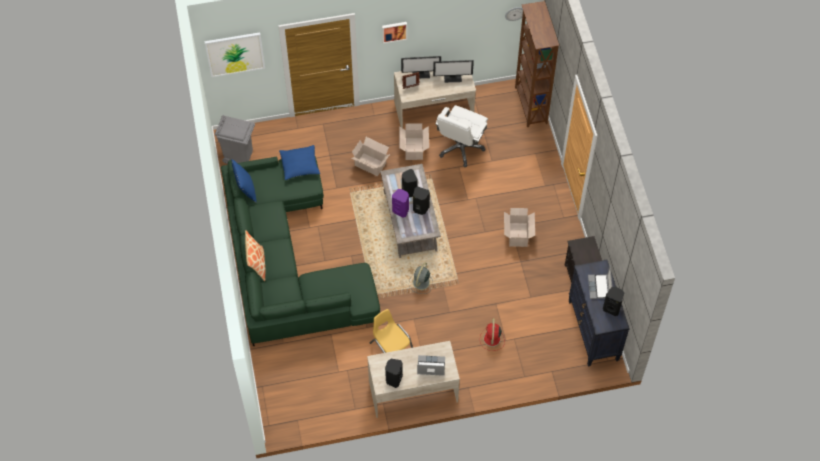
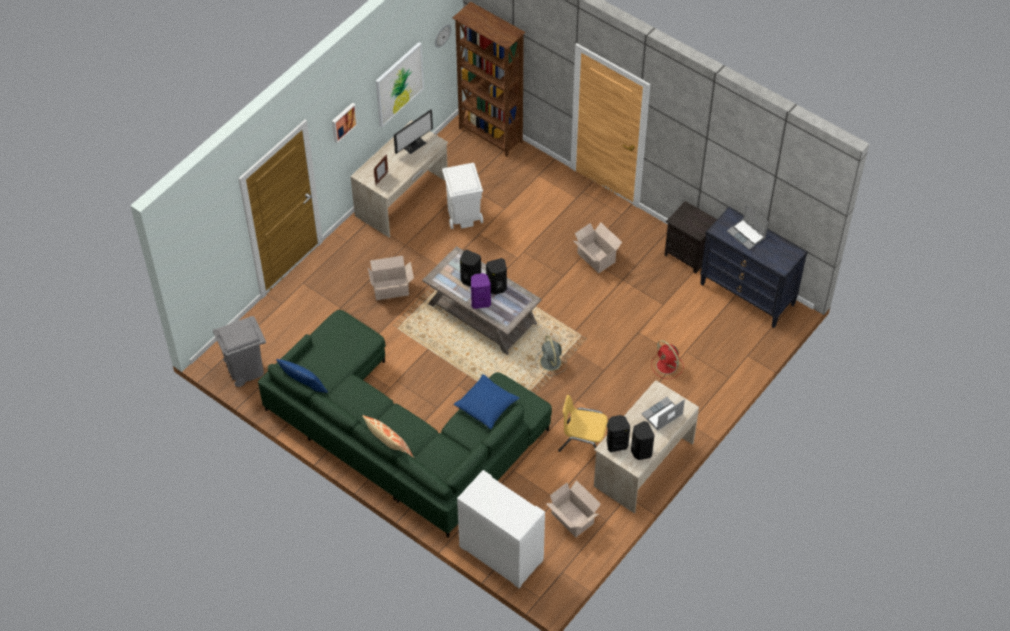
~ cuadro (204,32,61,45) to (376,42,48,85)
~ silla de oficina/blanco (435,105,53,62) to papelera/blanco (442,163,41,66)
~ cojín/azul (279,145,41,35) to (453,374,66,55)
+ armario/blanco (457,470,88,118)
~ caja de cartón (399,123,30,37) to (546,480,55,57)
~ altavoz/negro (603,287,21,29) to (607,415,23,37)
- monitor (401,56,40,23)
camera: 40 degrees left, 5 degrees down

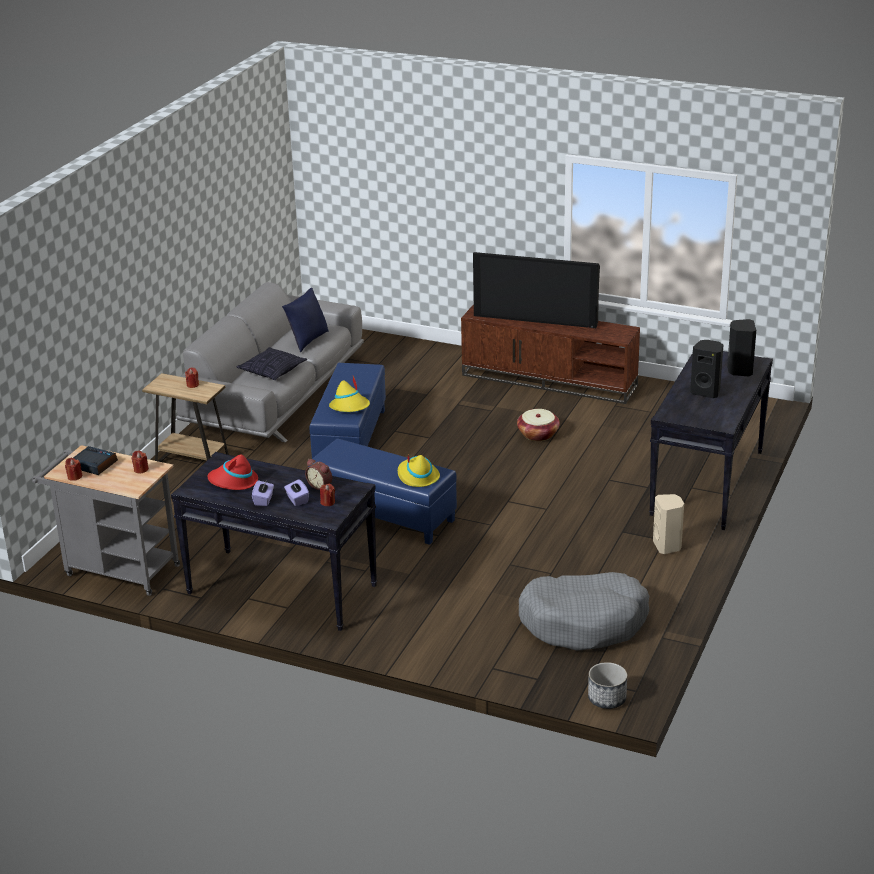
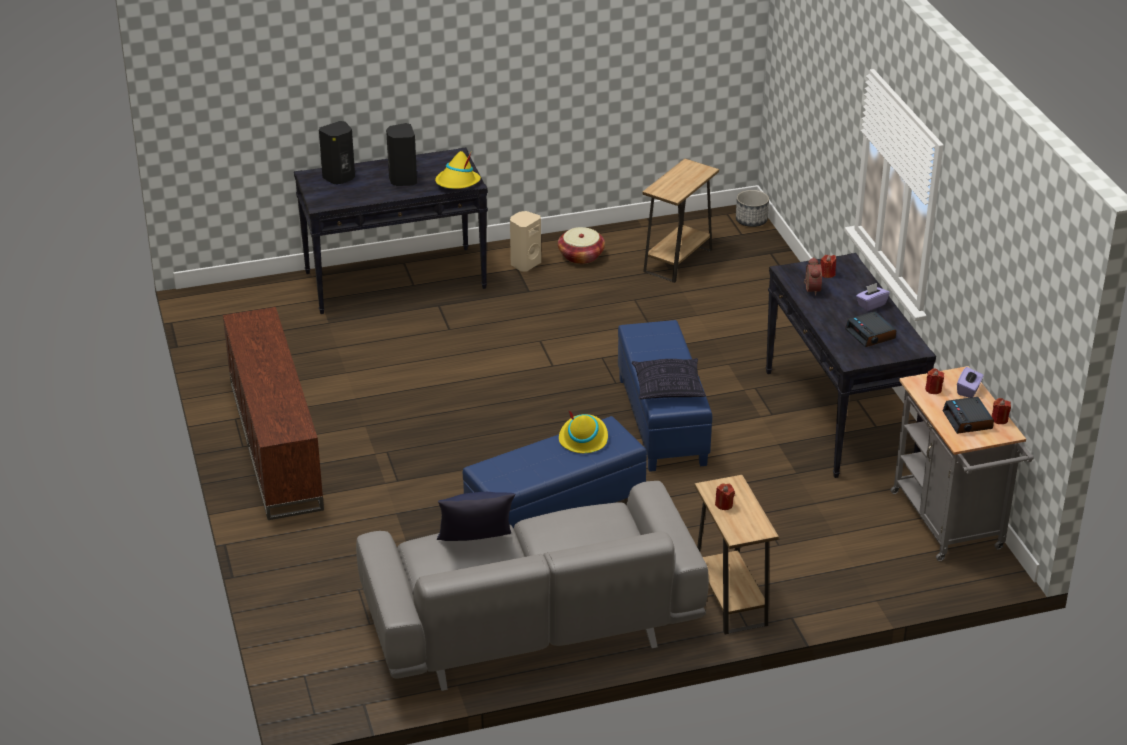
~ sombrero/amarillo (398,455,42,32) to (435,151,46,38)
~ cesta (517,409,43,32) to (558,227,47,37)
~ cojín (236,347,71,33) to (632,358,74,41)
~ cama para perro/gris (519,572,130,79) to mesa auxiliar/marrón (642,158,77,125)
~ sombrero/rojo (207,455,51,35) to despertador (845,311,52,36)
~ caja de pañuelos/morado (284,479,25,27) to (957,367,27,31)
- televisor (473,252,127,76)
camera: 130 degrees left, 5 degrees up

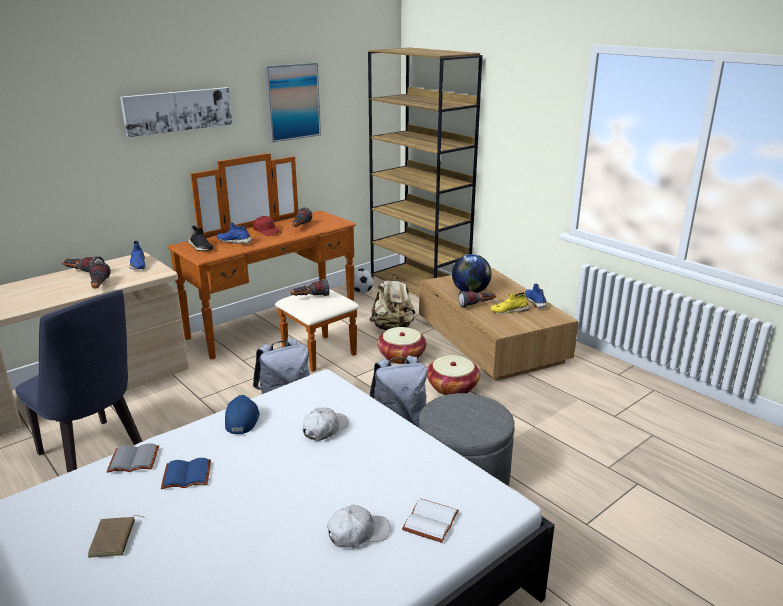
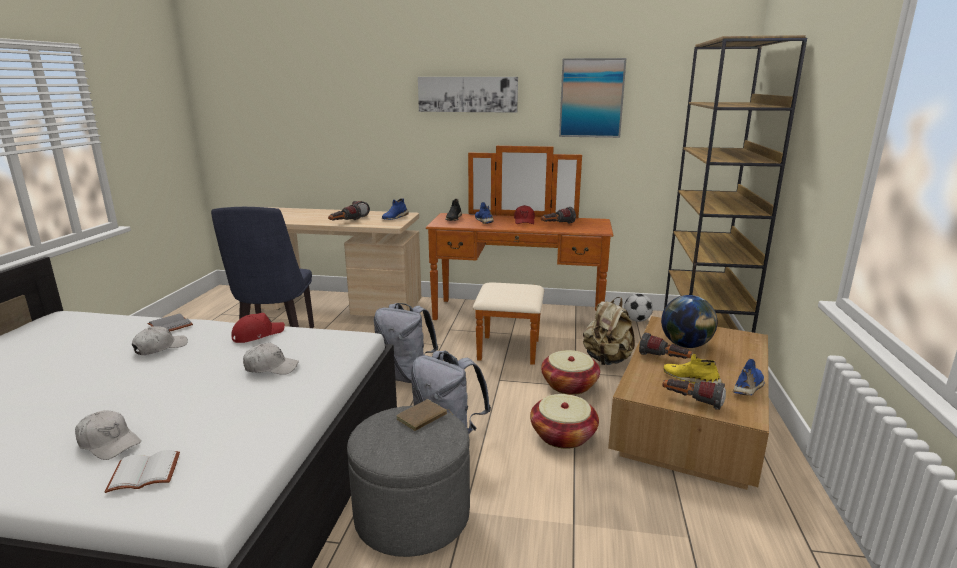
~ libro/azul (161,458,50,31) to gorra/blanco (132,326,56,29)
~ gorra/azul (225,395,35,39) to gorra/rojo (231,313,54,30)
~ libro/marrón (88,515,57,42) to (396,399,57,32)
~ linterna (290,279,39,17) to (663,379,63,31)
camera: 50 degrees right, 5 degrees down

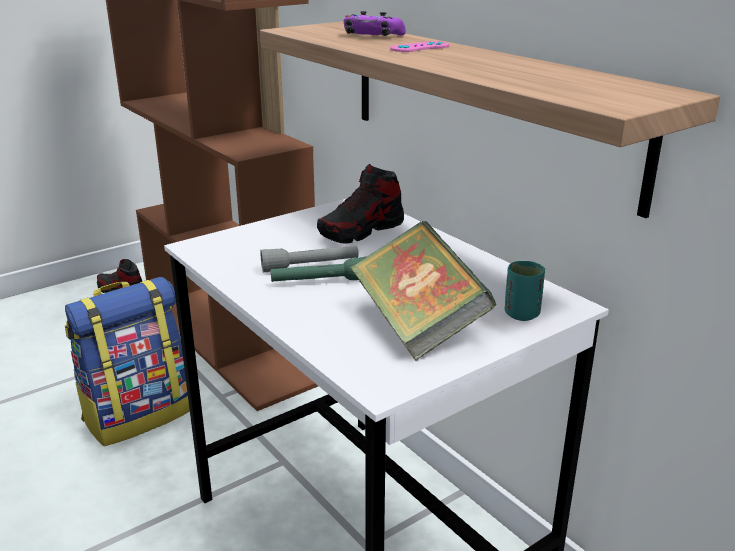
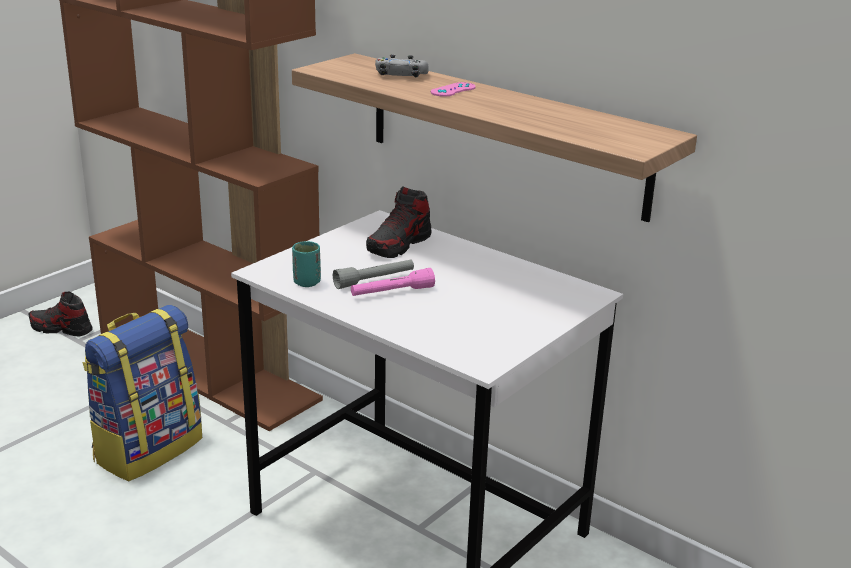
~ taza/turquesa (505,261,40,60) to (292,241,29,46)
~ linterna/verde (271,256,96,26) to linterna/rosa (351,268,84,28)
~ mando de consola/morado (344,11,62,25) to mando de consola/gris (375,54,54,23)
- libro (350,221,146,140)
camera: 15 degrees left, 0 degrees up

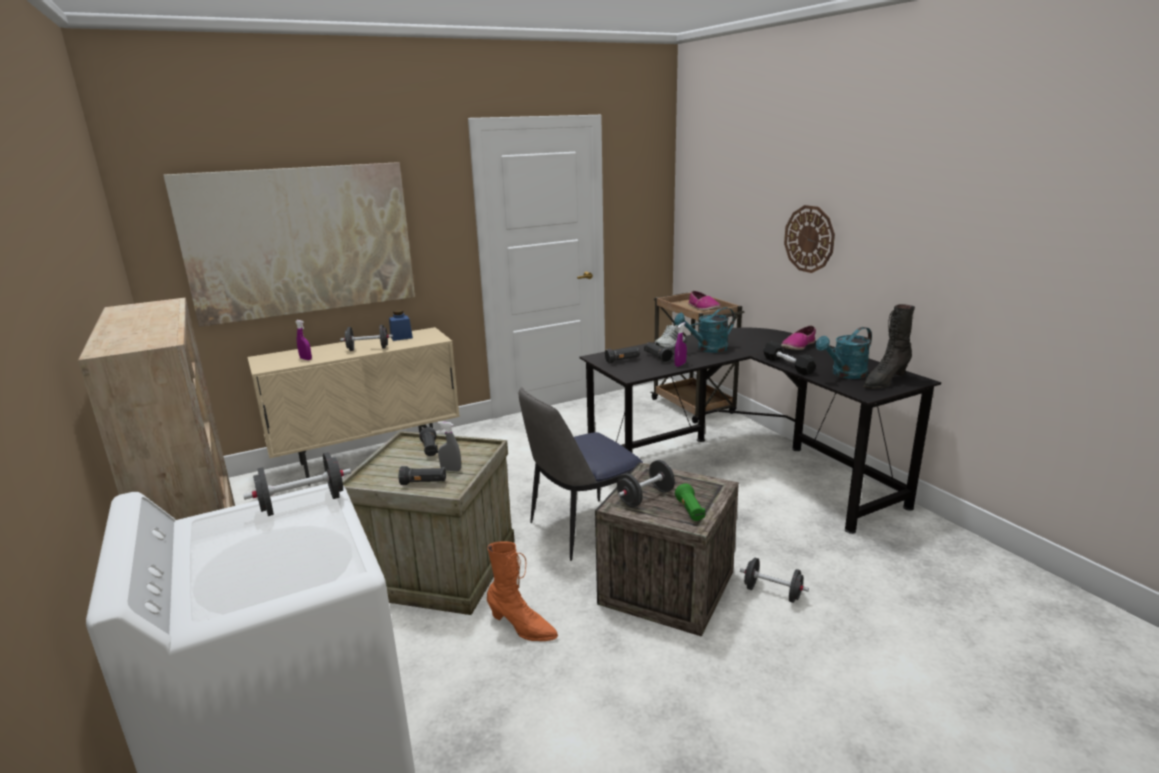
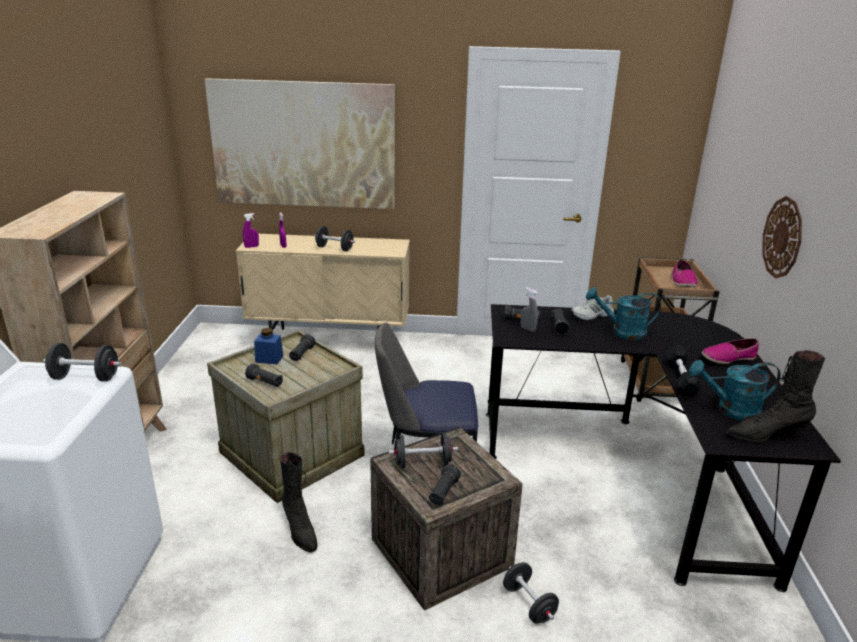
~ pulverizador/morado (675,322,12,45) to (243,213,16,35)
~ tarro/azul (389,310,24,31) to (254,328,29,36)
~ bota/naranja (487,541,71,100) to bota/negro (280,452,38,101)
~ linterna/verde (675,484,30,37) to linterna/negro (429,464,32,41)
~ pulverizador/gris (437,421,24,50) to (521,287,17,45)
camera: 30 degrees right, 5 degrees up

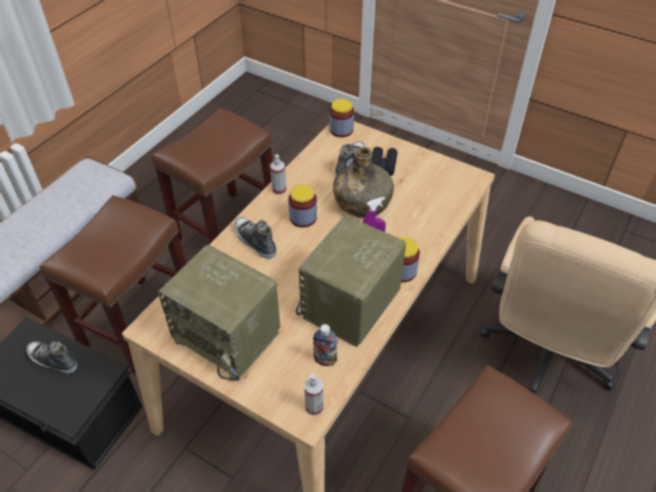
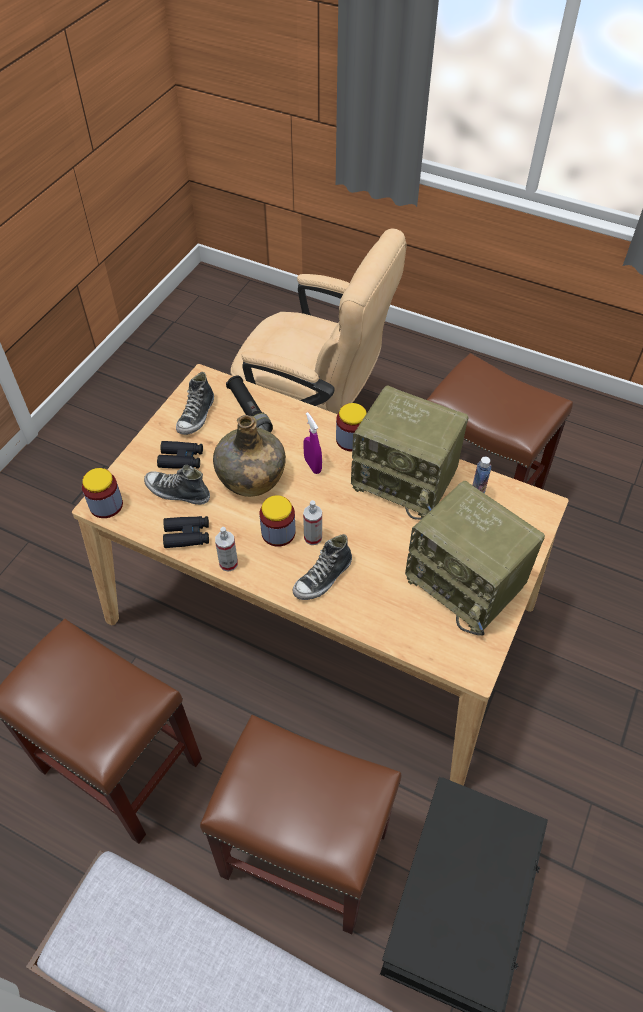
+ prismáticos/negro (163,516,46,32)
~ zapato (26,341,51,33) to (176,372,38,63)
+ linterna/negro (226,376,47,57)
~ pulverizador (304,374,19,42) to (303,500,19,45)
~ radio (158,245,122,136) = (405,481,140,155) 105 degrees clockwise
camera: 95 degrees left, 5 degrees up

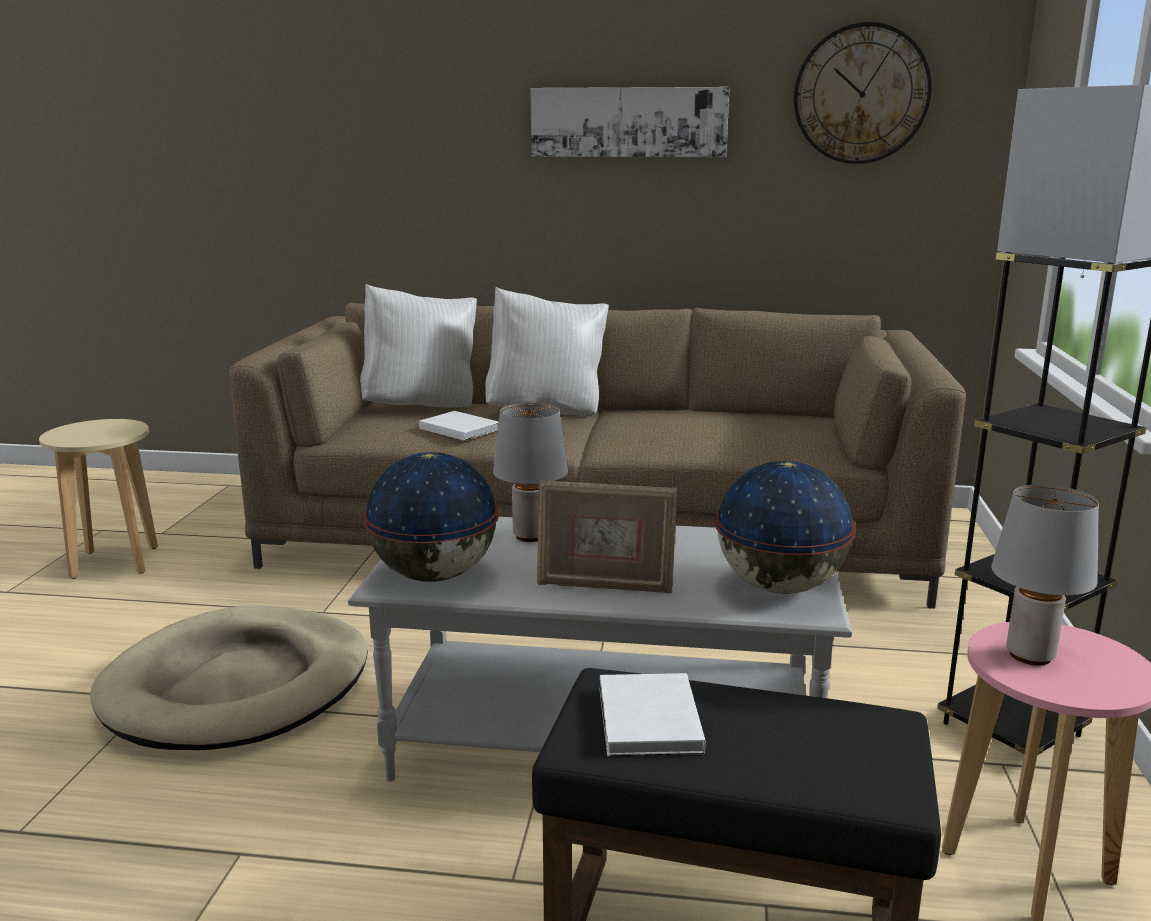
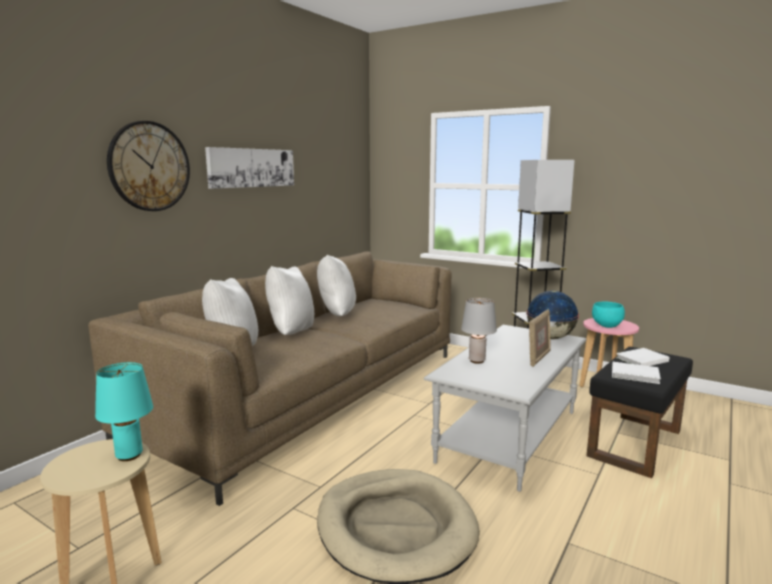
+ lámpara de mesa/turquesa (95,362,58,99)
~ reloj de pared (794,22,138,142) to (107,121,83,90)
+ cojín/blanco (317,255,39,61)
~ lámpara de mesa/gris (991,484,108,182) to cuenco/turquesa (592,302,33,26)
~ libro/blanco (419,411,80,30) to (616,348,54,18)
- globo terráqueo (363,452,136,130)
camera: 65 degrees left, 5 degrees down

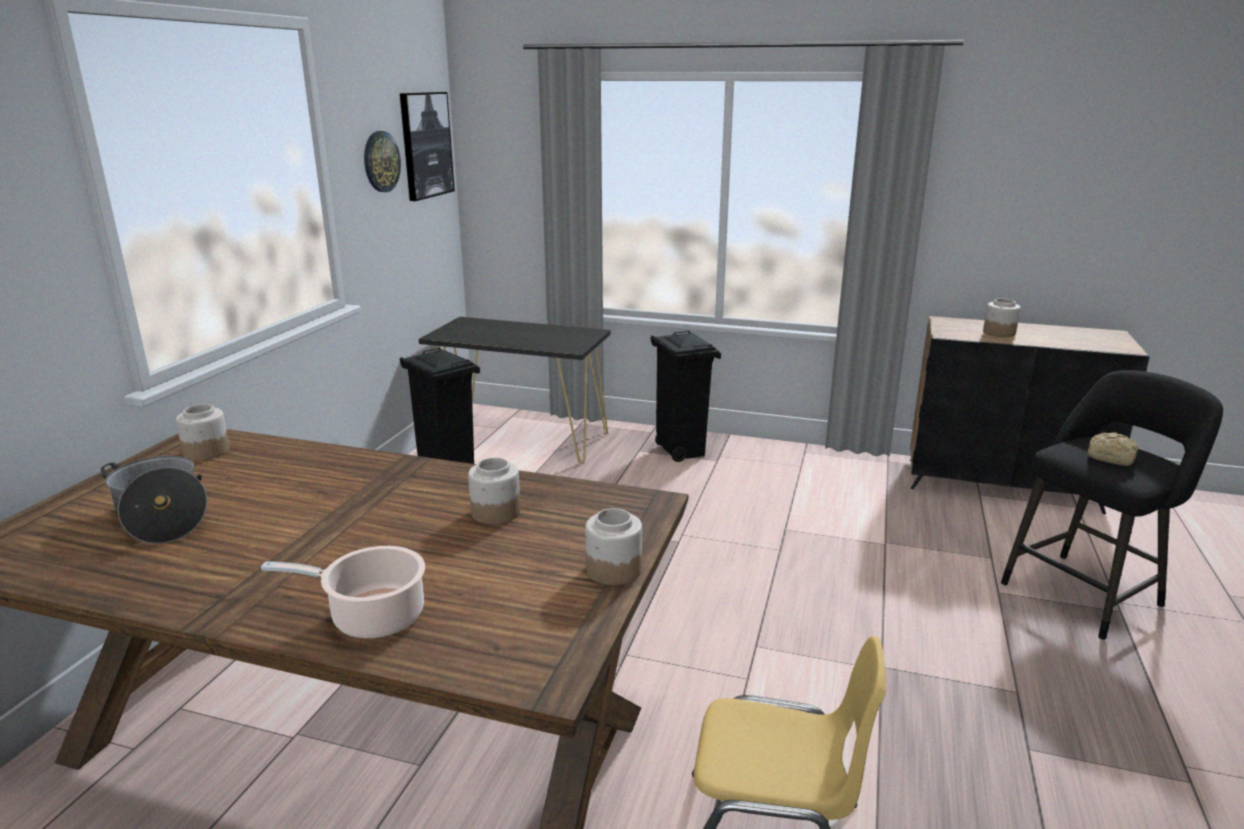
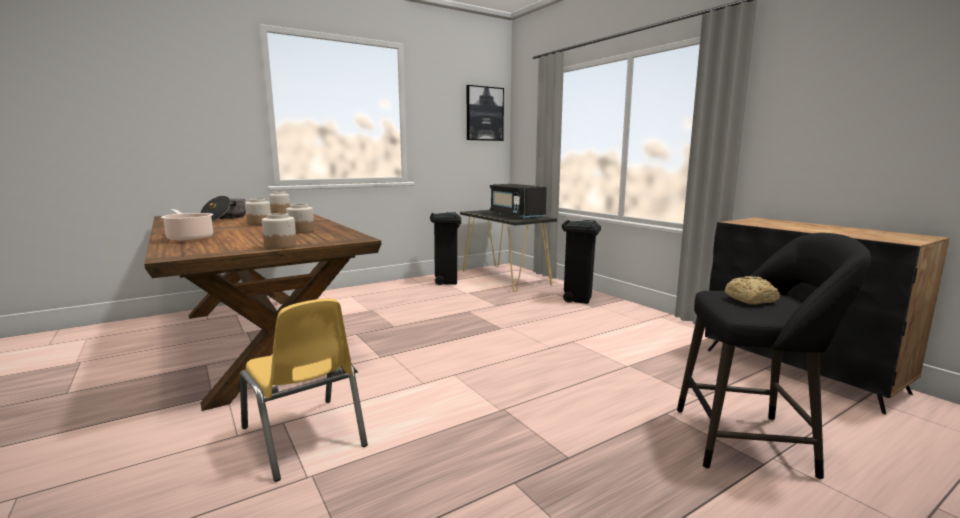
~ tarro (983,298,38,39) to (245,198,26,27)
+ microondas/negro (490,184,57,35)
- reloj de pared (364,131,37,61)
camera: 40 degrees right, 10 degrees down

